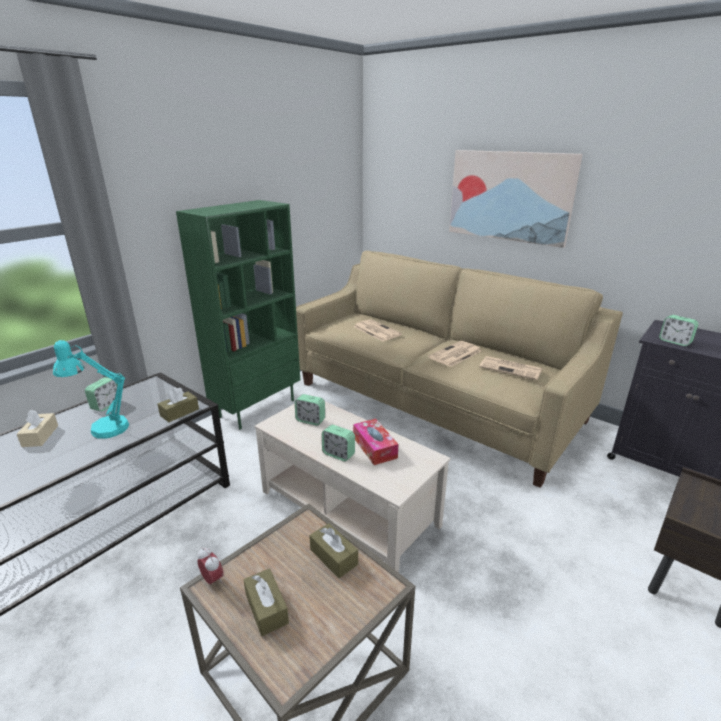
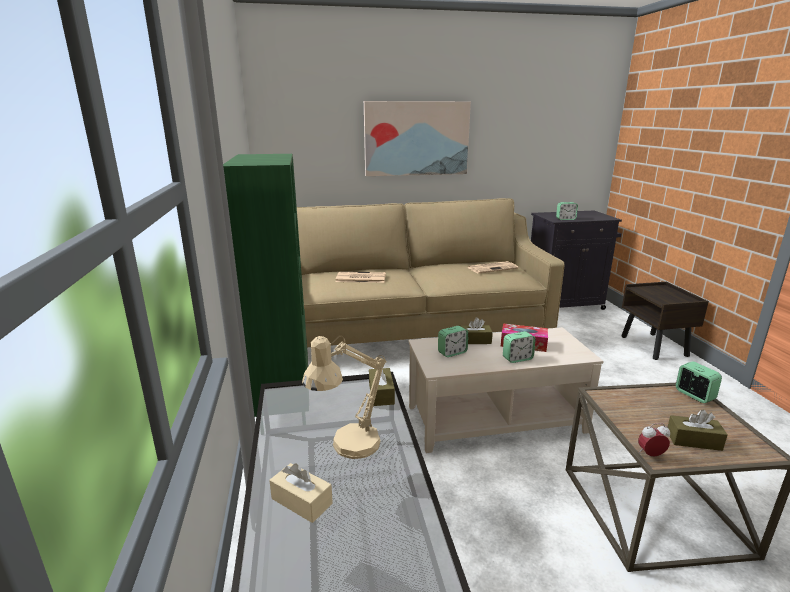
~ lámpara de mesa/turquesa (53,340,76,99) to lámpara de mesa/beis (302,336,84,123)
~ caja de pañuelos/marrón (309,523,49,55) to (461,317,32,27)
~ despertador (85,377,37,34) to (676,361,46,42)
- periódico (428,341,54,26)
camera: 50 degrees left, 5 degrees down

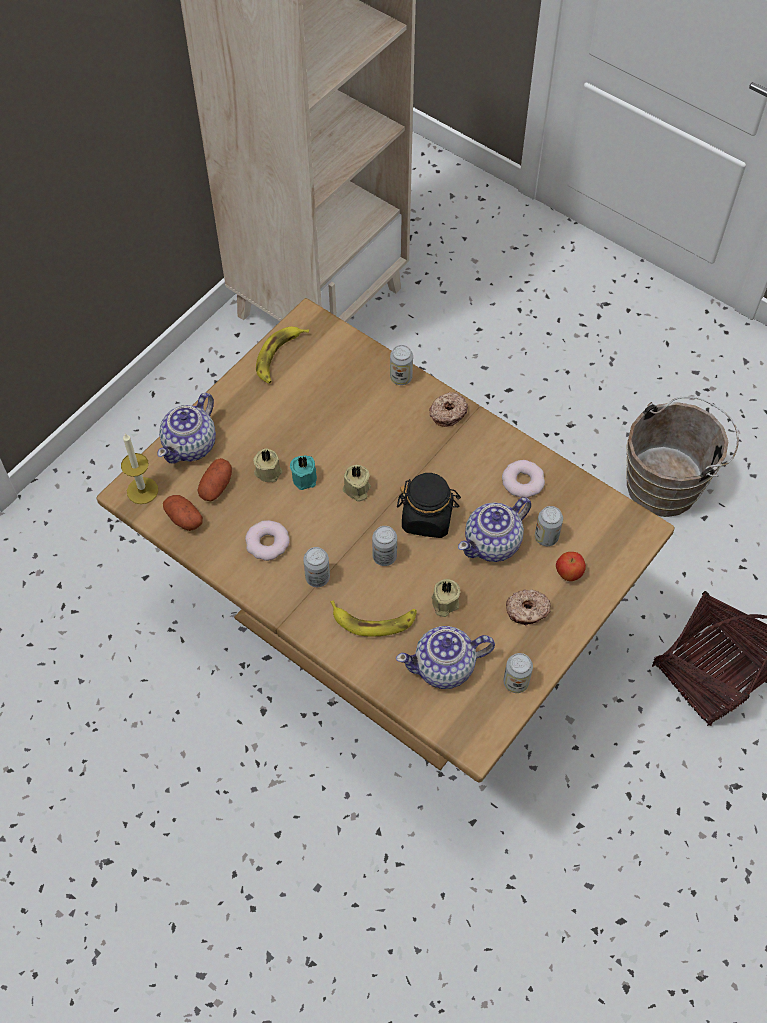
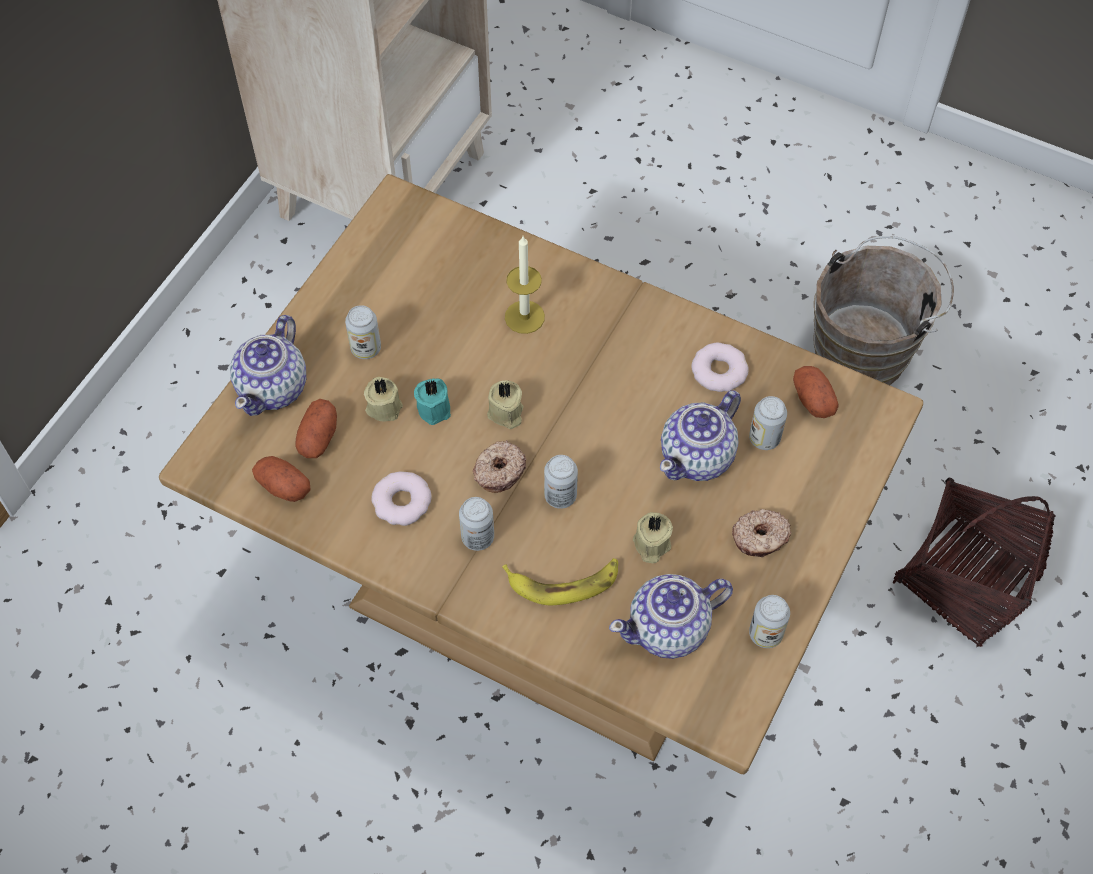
~ lata (390,345,23,40) to (345,305,36,54)
~ rosquilla (429,392,39,35) to (473,440,53,53)
~ vela (121,434,37,70) to (505,236,40,98)
+ patata (793,366,45,52)
- plátano (256,327,53,57)
- tarro/negro (397,473,64,65)
- manzana (556,552,30,29)
camera: 10 degrees left, 0 degrees up

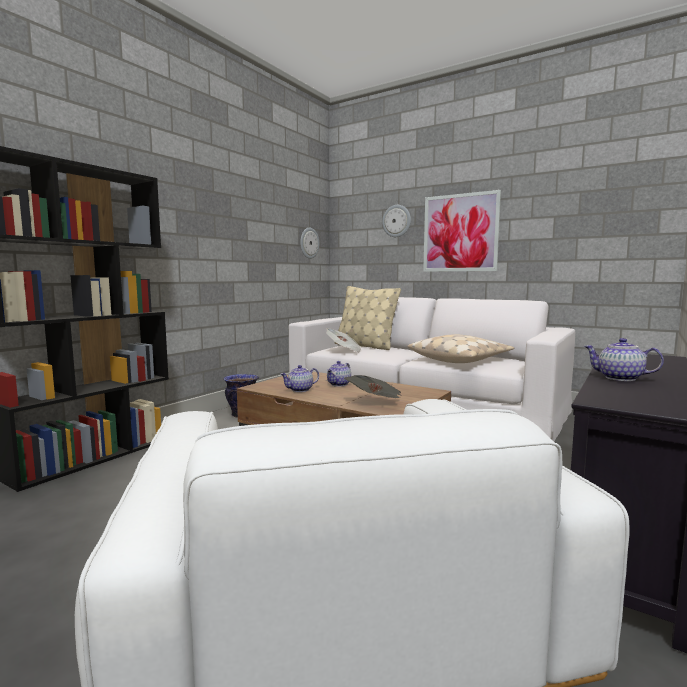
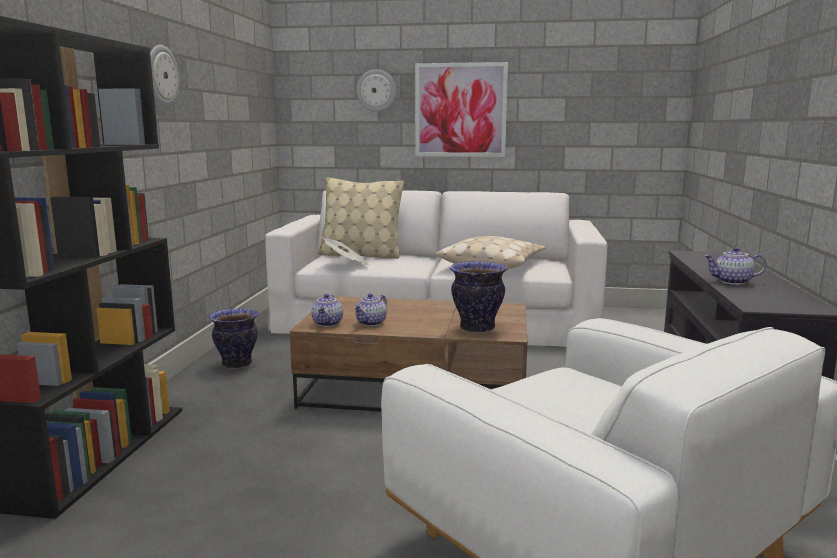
~ reloj de pared (300,228,19,31) to (150,45,29,61)
~ tetera (327,361,24,26) to (312,294,31,33)
~ periódico (344,375,57,23) to florero (450,261,57,72)
camera: 25 degrees left, 5 degrees up

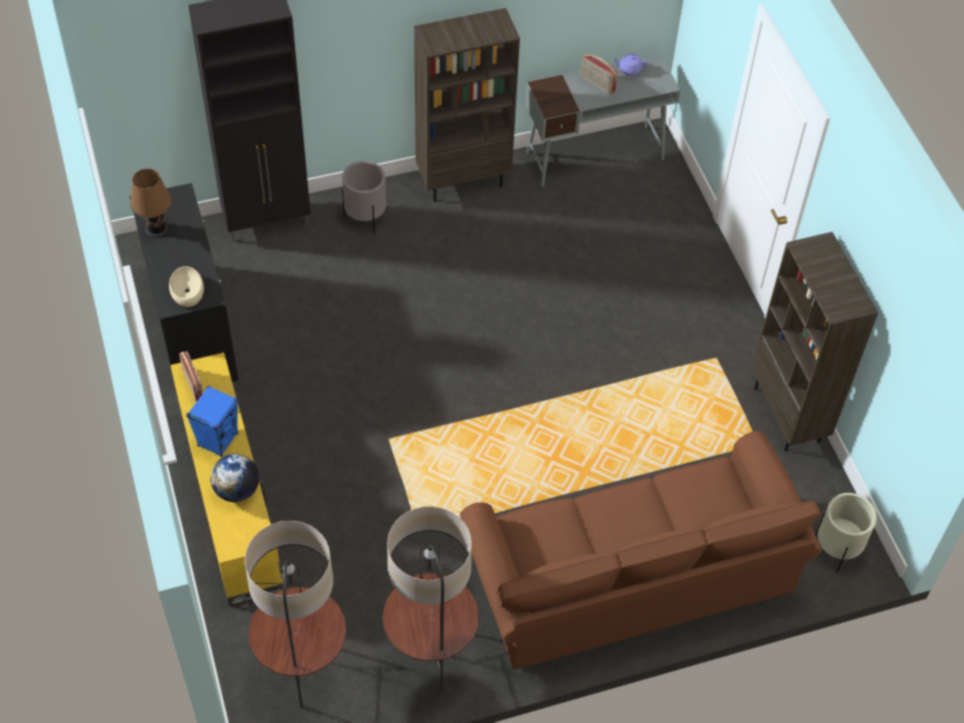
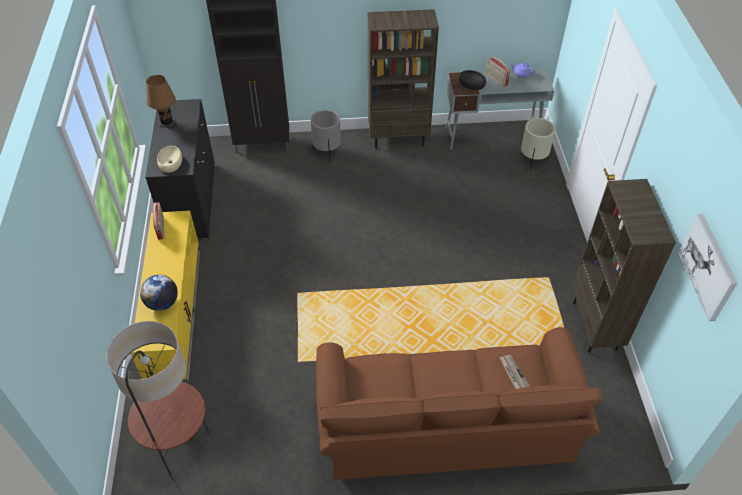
+ cuenco/negro (459,70,27,20)
+ periódico (499,355,32,34)
~ maceta/beis (815,493,62,79) to (521,118,34,52)
+ cuadro (678,213,60,108)
- altavoz/azul (186,386,52,71)
- lámpara de pie (383,506,96,186)
camera: 15 degrees right, 5 degrees down

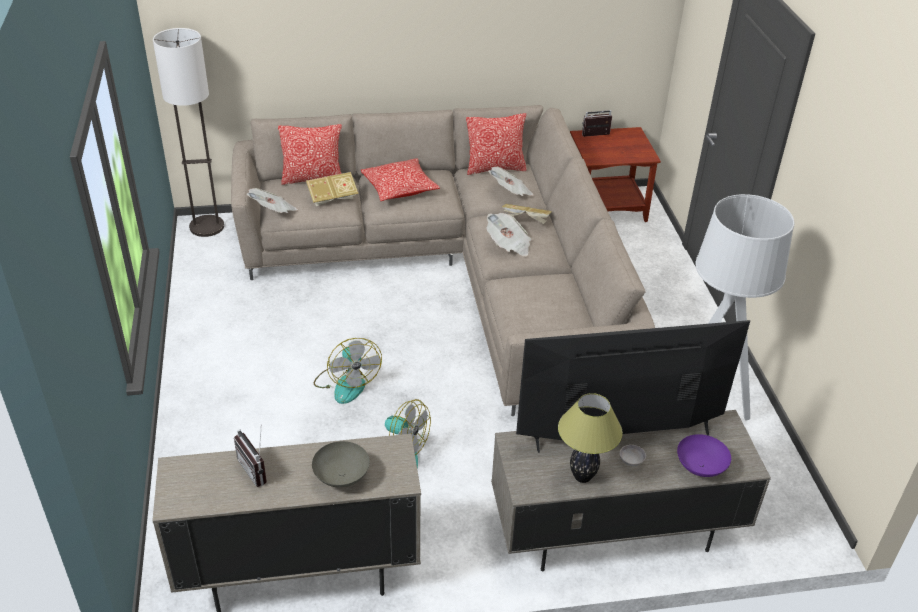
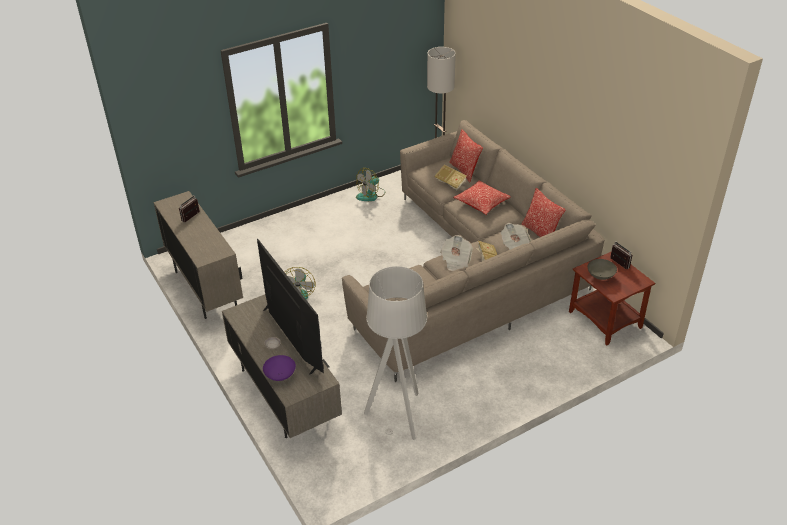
~ ventilador (314,338,68,66) to (356,168,29,33)
~ cuenco/gris (312,441,58,47) to (587,259,30,21)
- periódico (247,188,51,25)
- lámpara de mesa (558,393,65,90)
camera: 70 degrees right, 0 degrees up

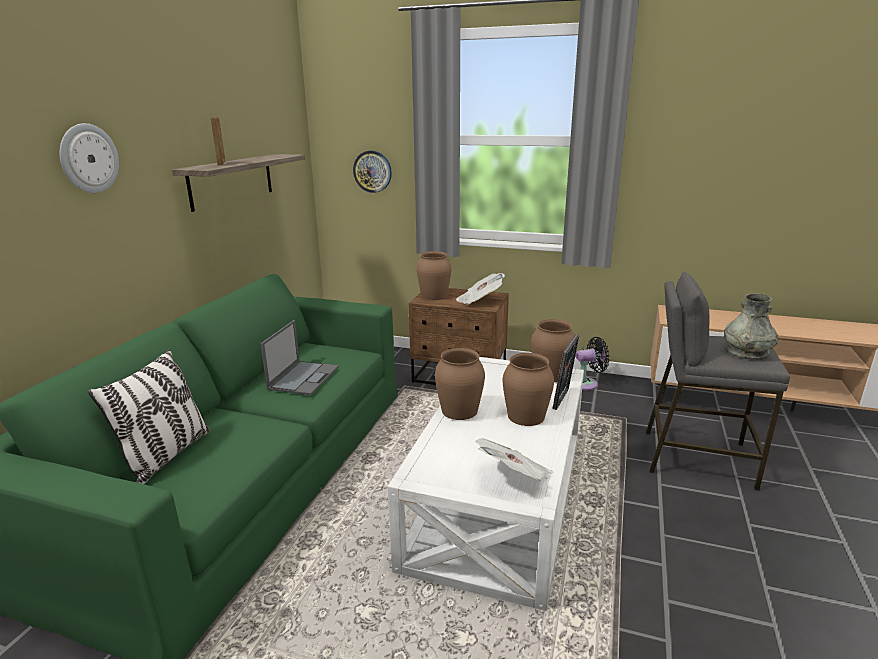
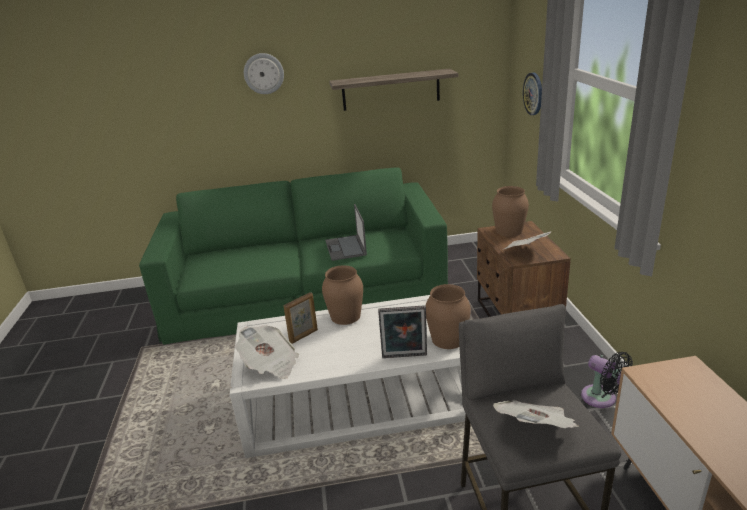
~ portarretratos (211,117,14,48) to (284,292,34,52)
~ portátil (261,320,78,75) = (325,204,42,57) 90 degrees clockwise
~ florero/gris (724,293,55,67) to periódico (493,400,86,28)
- cojín (88,349,122,135)
- florero/marrón (503,353,51,73)
camera: 65 degrees right, 5 degrees up

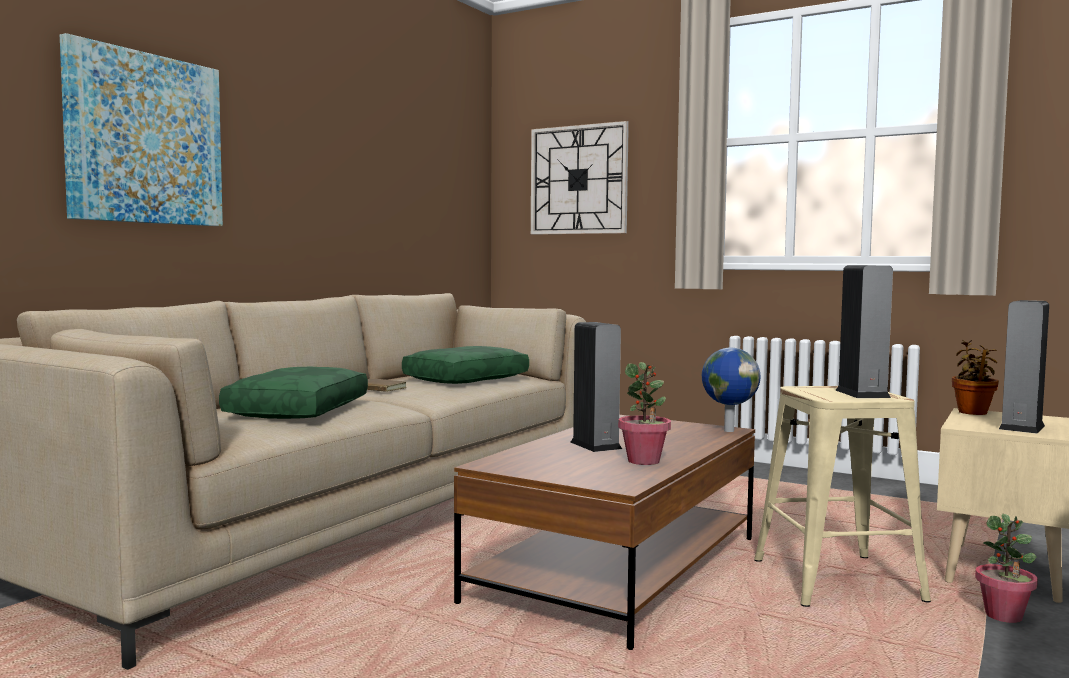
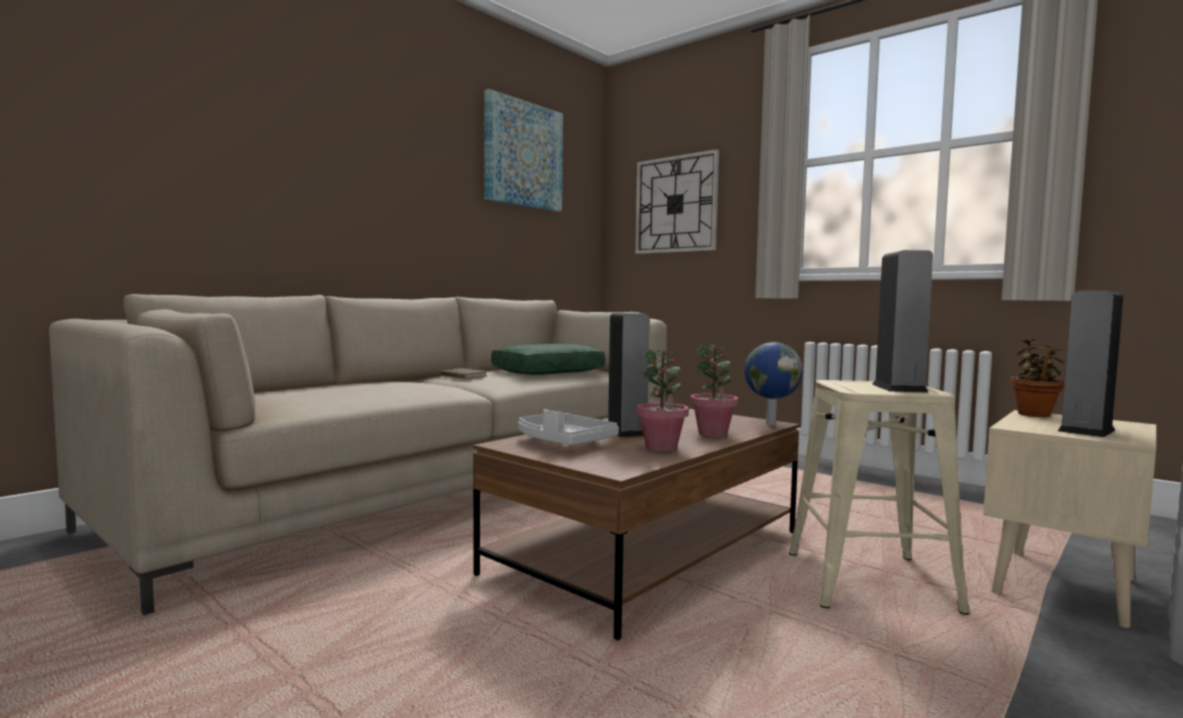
~ cuadro (60,33,163,193) to (484,89,79,123)
+ bandeja/gris (518,409,101,37)
~ planta en maceta (975,514,63,109) to (690,345,48,92)
- cojín/verde (219,367,149,52)
camera: 10 degrees right, 0 degrees up

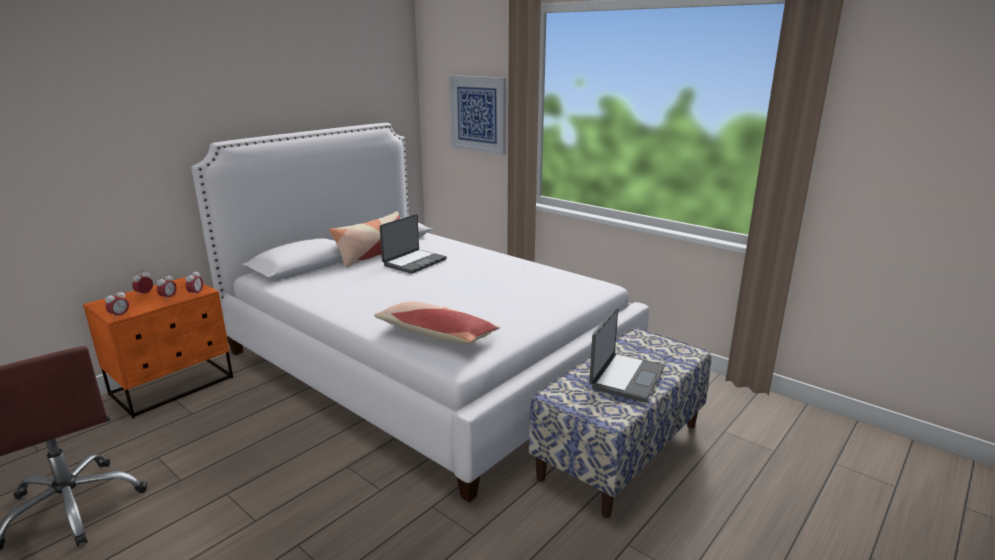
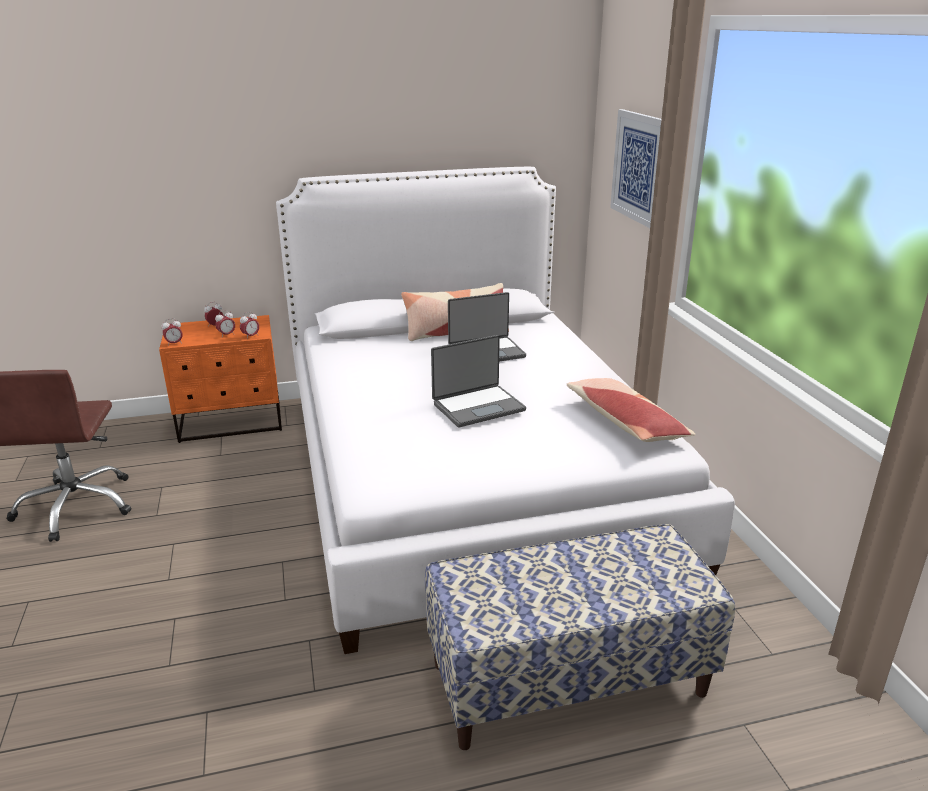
~ portátil (589,307,76,95) to (431,335,95,92)
~ cojín (374,302,126,42) to (567,378,128,64)
camera: 35 degrees right, 5 degrees up

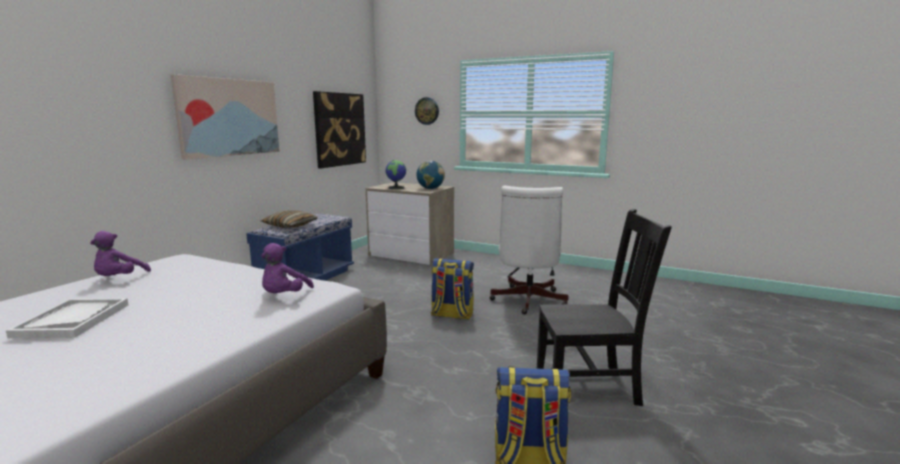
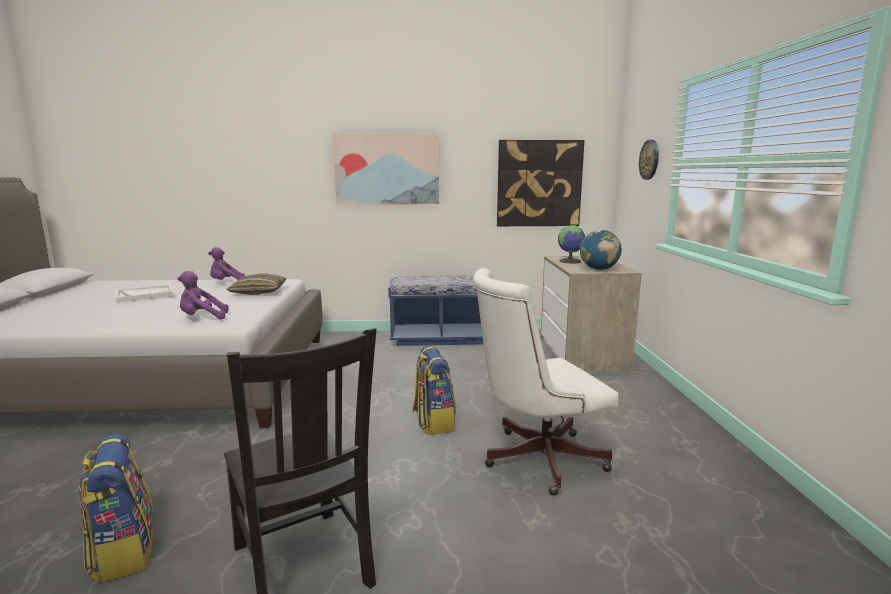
~ cojín (261,210,57,18) to (227,273,60,22)
camera: 60 degrees right, 0 degrees up

